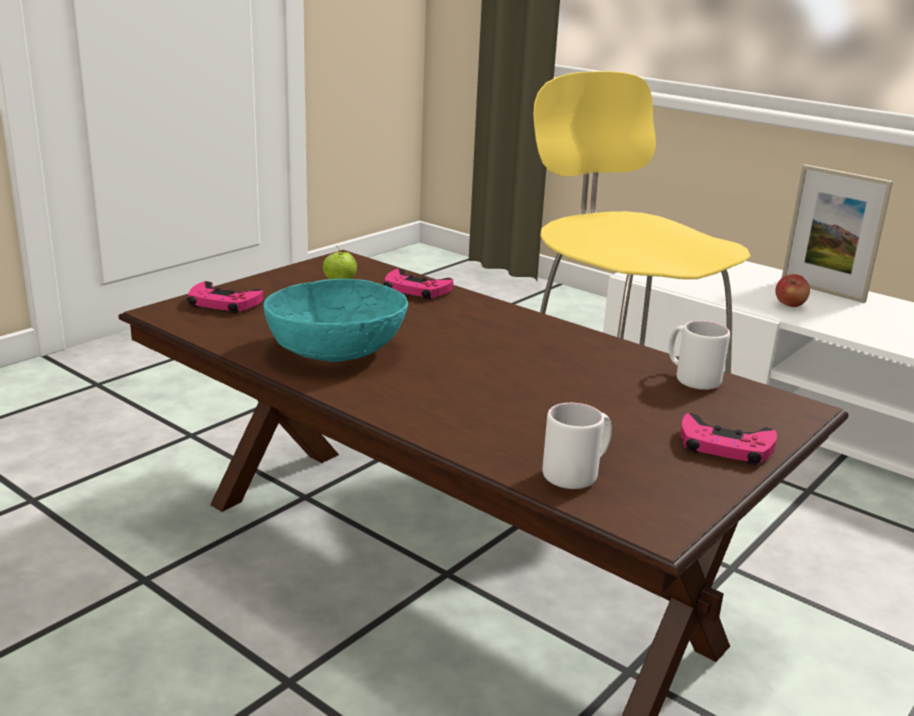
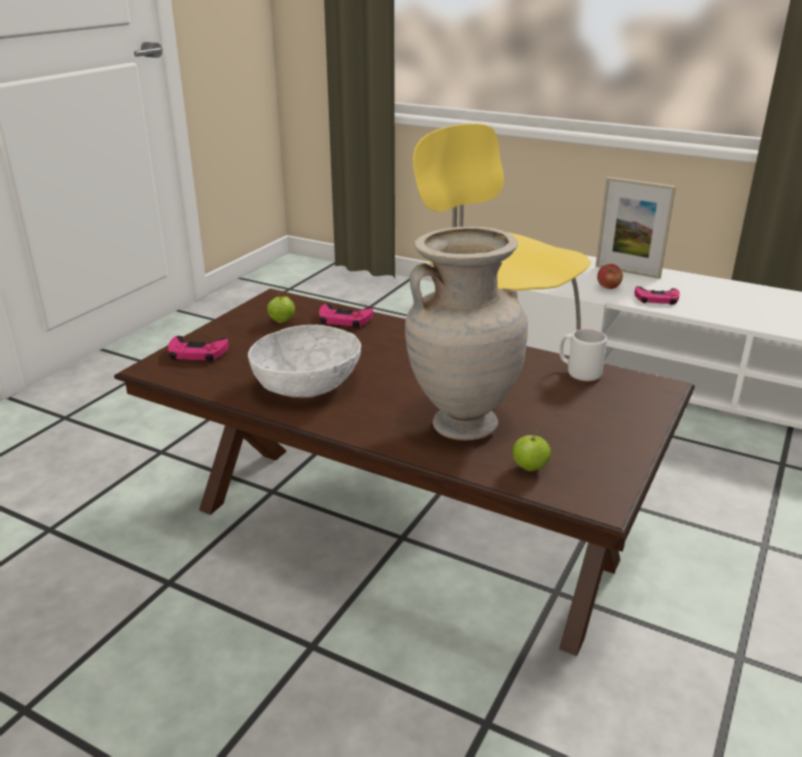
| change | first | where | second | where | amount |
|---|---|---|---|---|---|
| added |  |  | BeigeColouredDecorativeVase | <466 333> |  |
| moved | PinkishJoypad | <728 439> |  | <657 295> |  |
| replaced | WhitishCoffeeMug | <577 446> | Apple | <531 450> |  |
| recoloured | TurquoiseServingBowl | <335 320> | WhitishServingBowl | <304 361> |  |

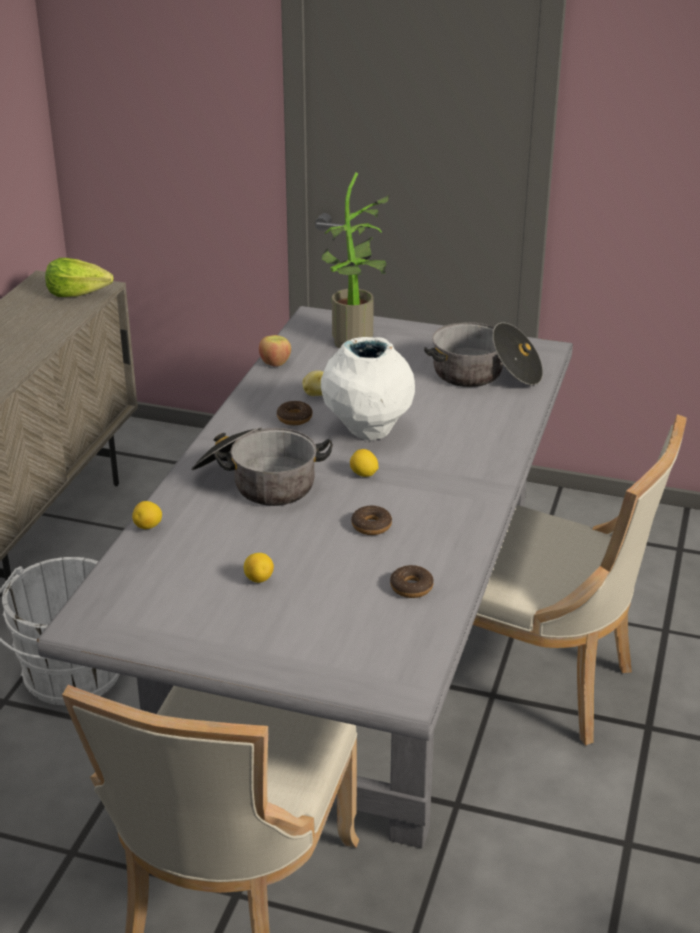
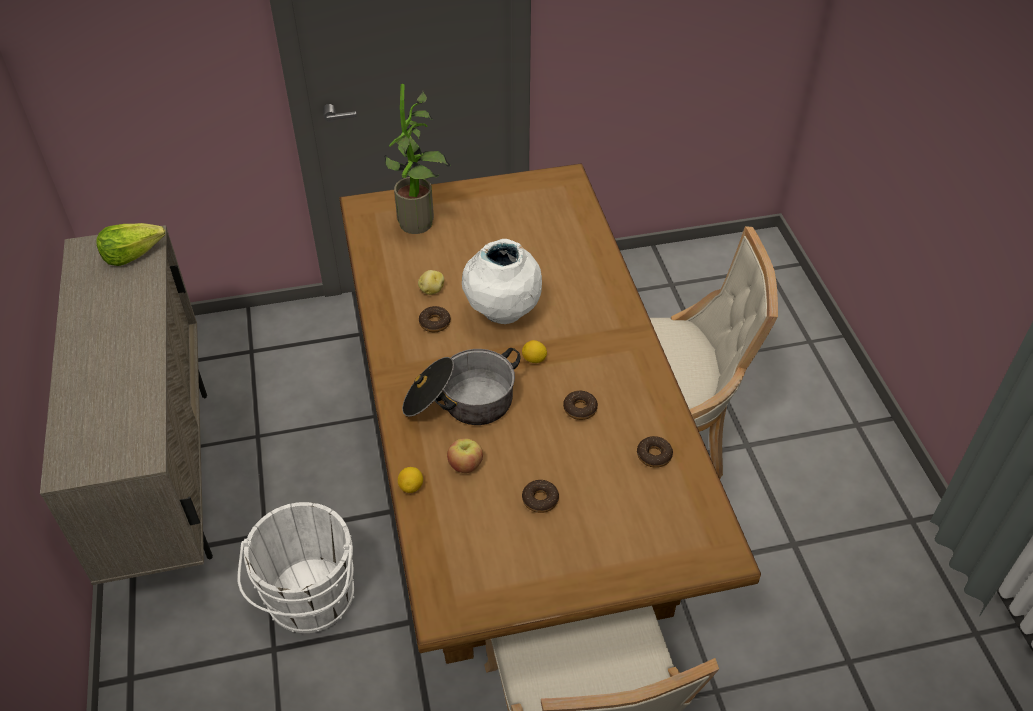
| change | first | where | second | where | amount |
|---|---|---|---|---|---|
| removed | CookingPot | <483 354> |  |  |  |
| moved | Apple | <275 351> |  | <465 455> |  |
| replaced | WholeLemon | <259 568> | Donut | <540 496> |  |
| recoloured | GreyDiningTable | <305 577> | BrownishDiningTable | <550 414> |  |

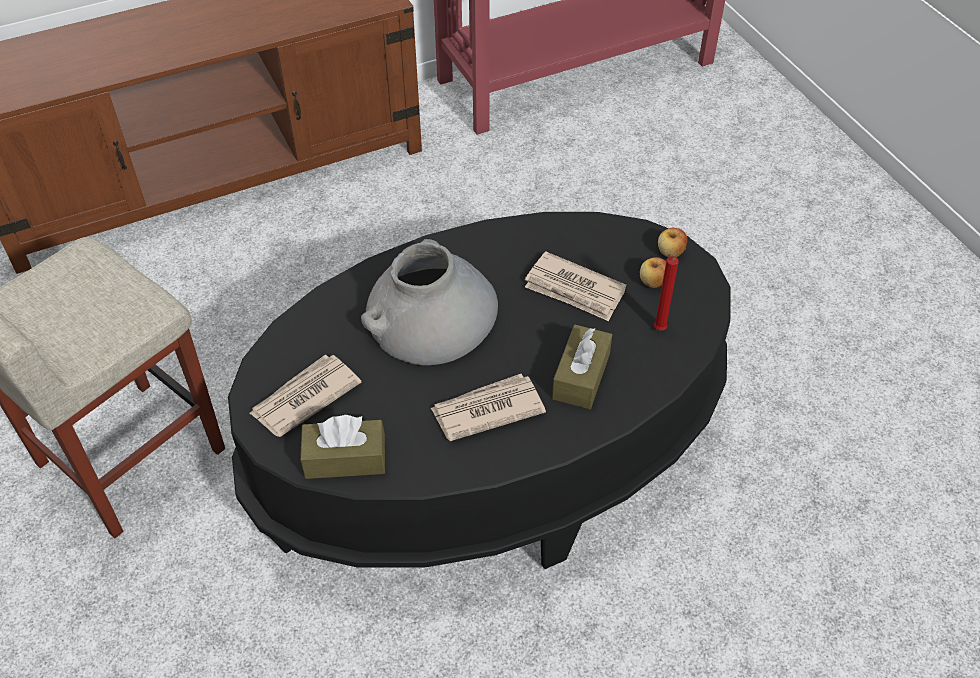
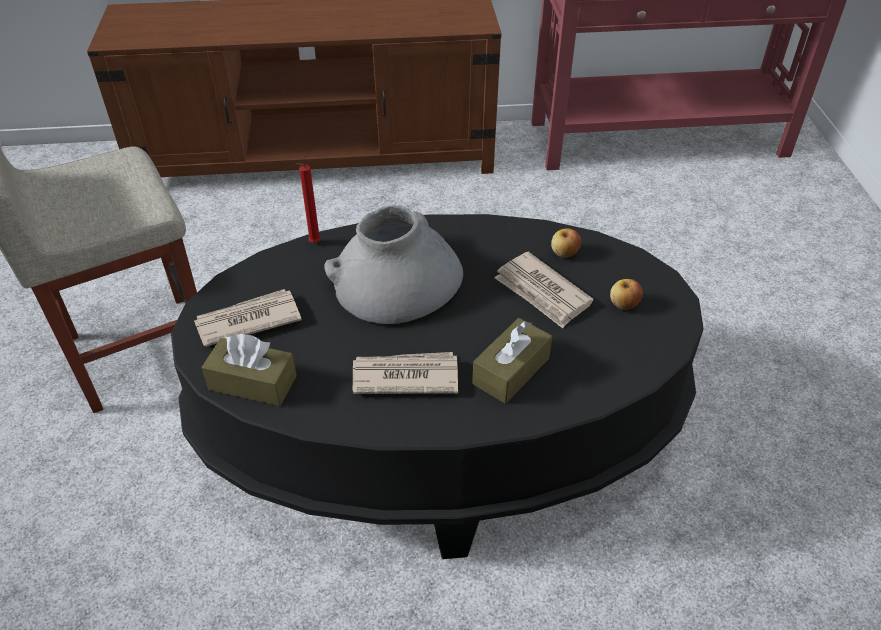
| change | first | where | second | where | amount |
|---|---|---|---|---|---|
| moved | RedColouredWaxCandle | <666 293> |  | <308 203> |  |
| moved | Apple | <673 242> |  | <566 243> |  |

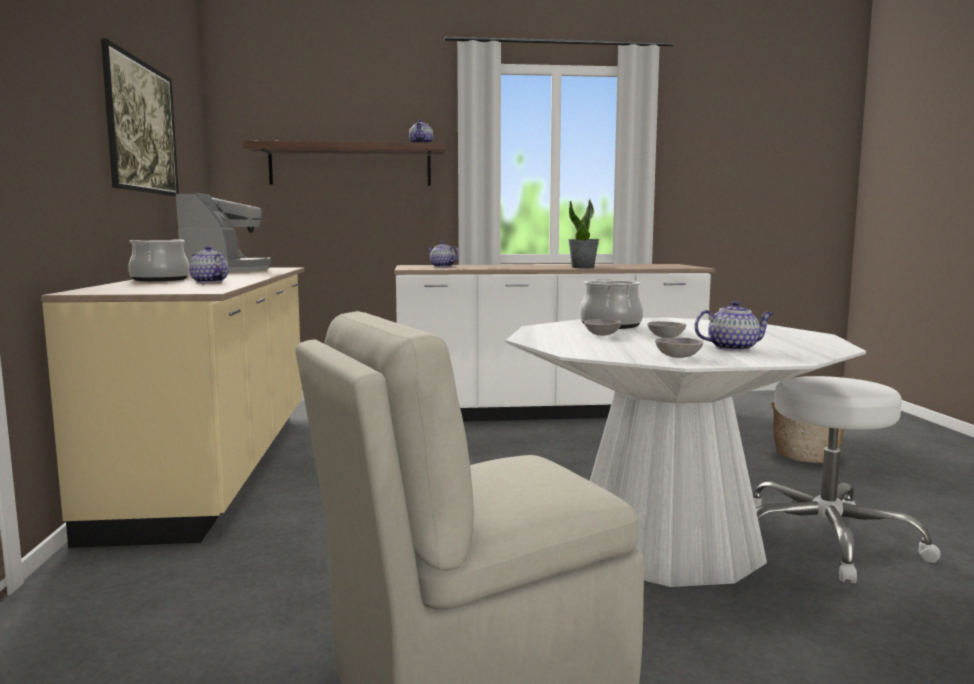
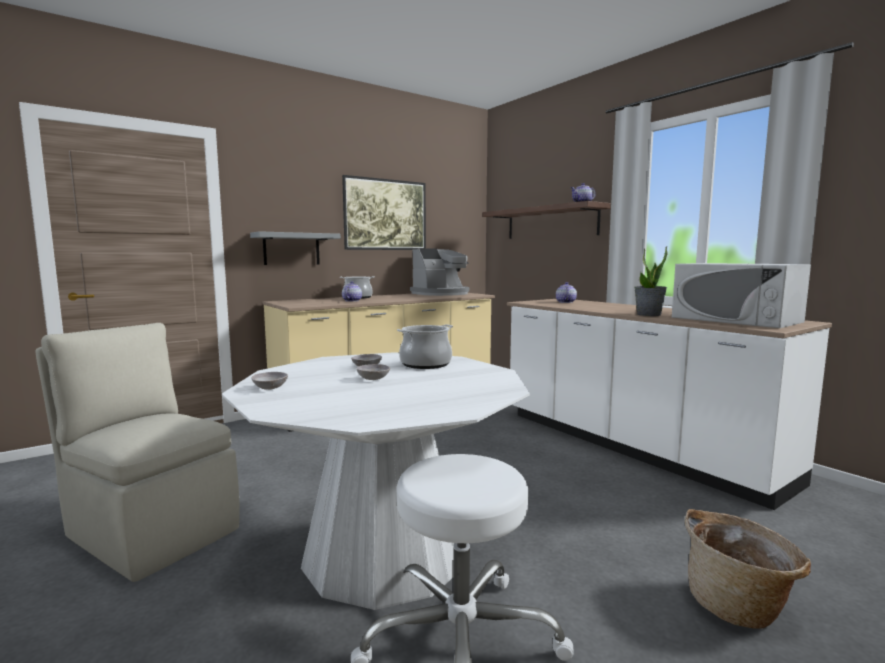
| change | first | where | second | where | amount |
|---|---|---|---|---|---|
| removed | PotForTea | <734 326> |  |  |  |
| added |  |  | GreyBracketShelf | <295 248> |  |
| added |  |  | WhitishKitchenMicrowave | <741 295> |  |

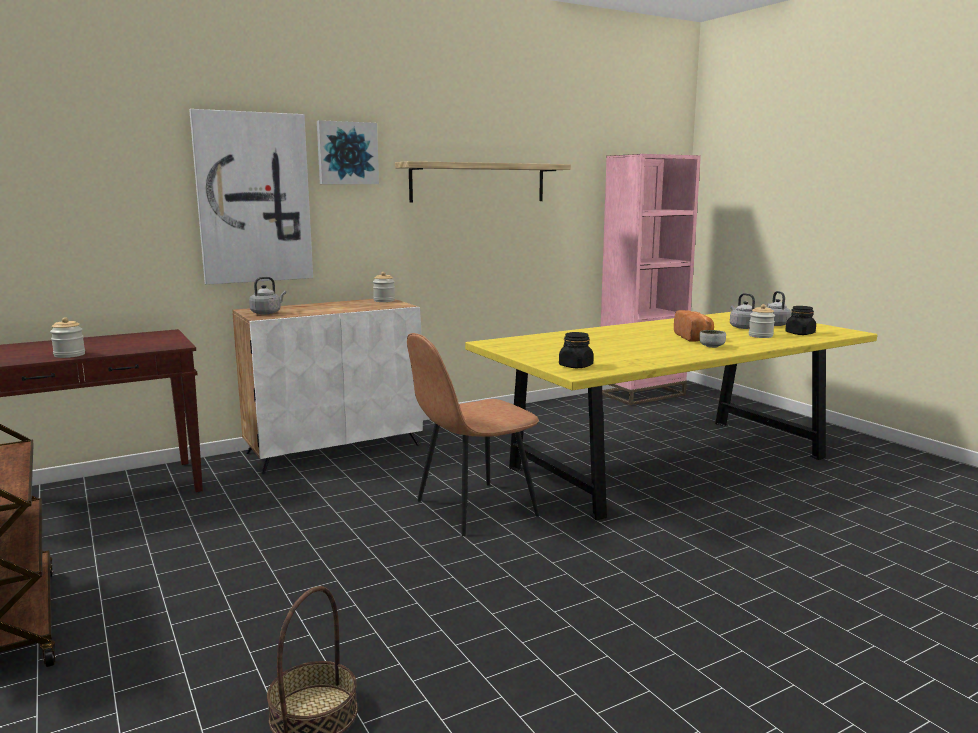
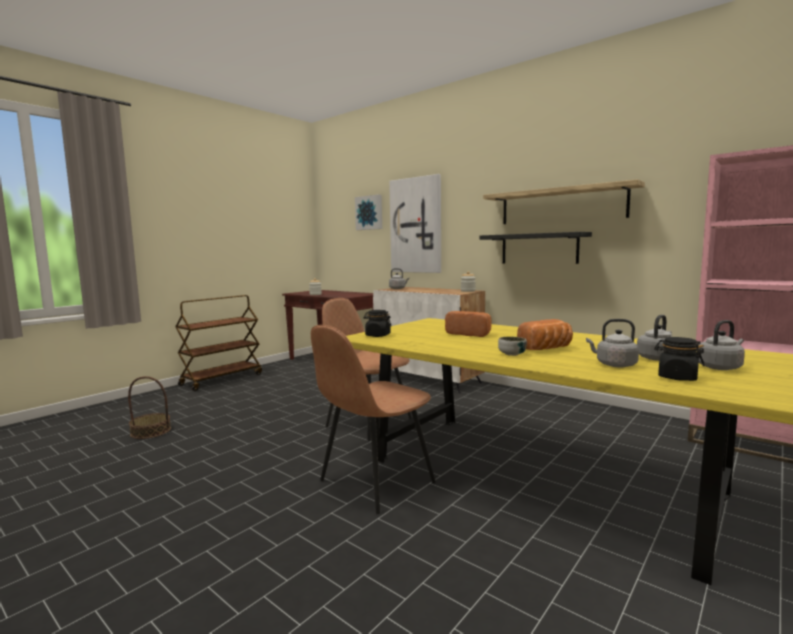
| change | first | where | second | where | amount |
|---|---|---|---|---|---|
| added |  |  | BrownishUprightChair | <373 419> |  |
| added |  |  | Bread | <468 324> |  |
| added |  |  | BlackishBracketShelf | <536 248> |  |
| moved | WallPicture | <348 152> |  | <368 212> |  |
| replaced | StorageJar | <761 321> | GreyTeaKettle | <612 343> |  |

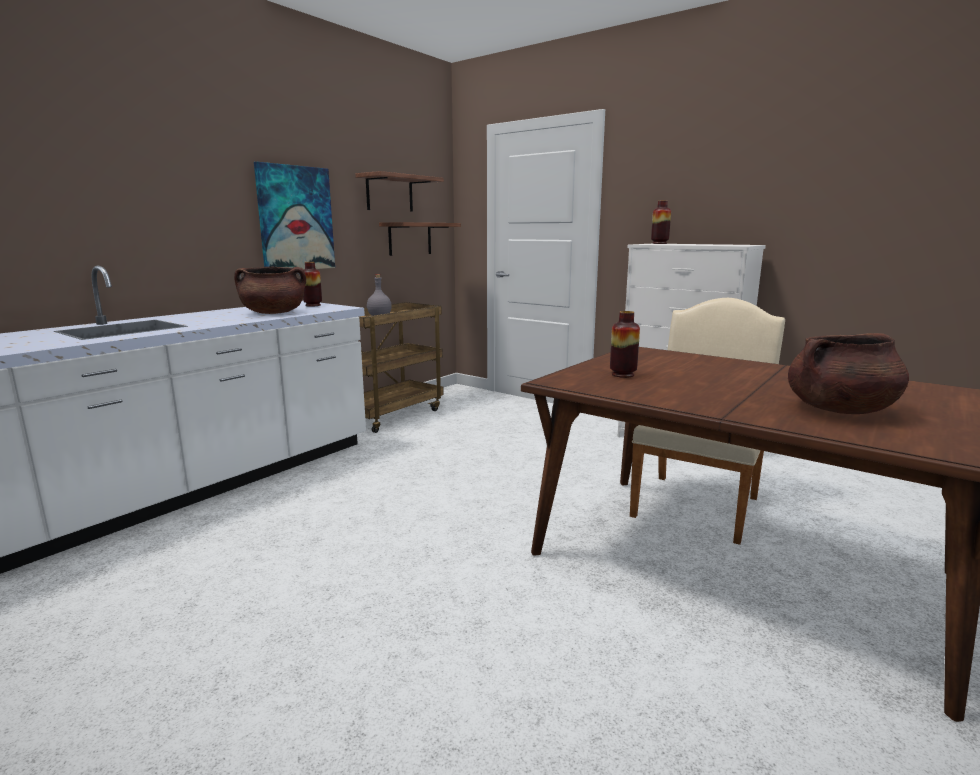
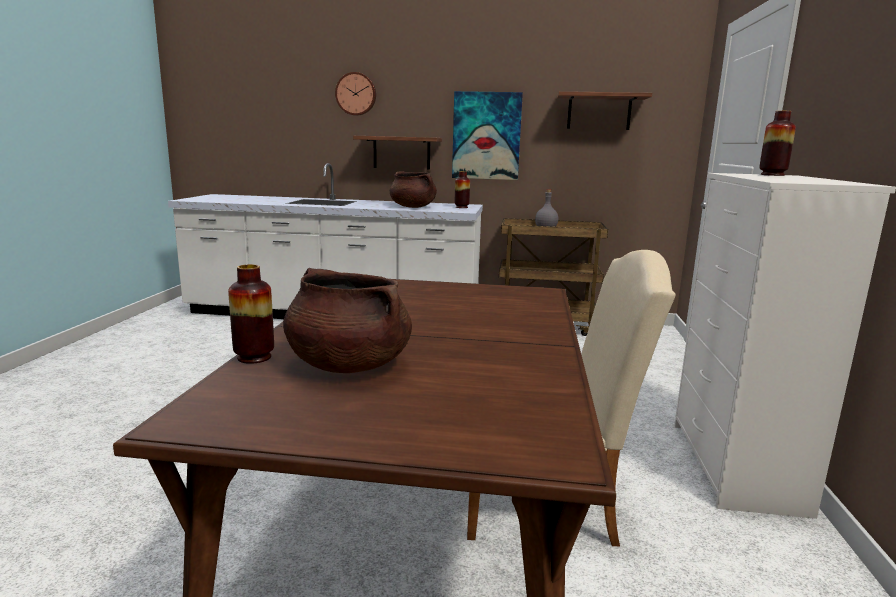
| change | first | where | second | where | amount |
|---|---|---|---|---|---|
| added |  |  | HangingClock | <355 94> |  |
| moved | BracketShelf | <420 239> |  | <397 153> |  |
| moved | DecorativeVase | <625 344> |  | <251 314> |  |

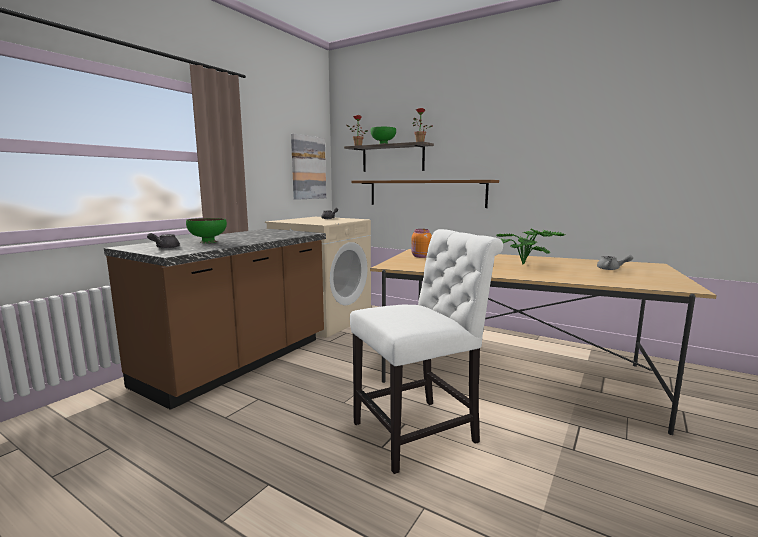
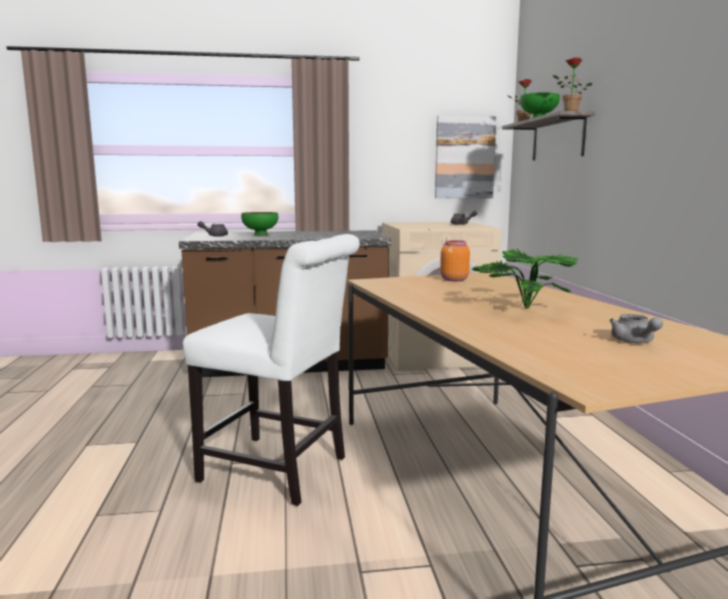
| change | first | where | second | where | amount |
|---|---|---|---|---|---|
| removed | BrownishBracketShelf | <425 194> |  |  |  |

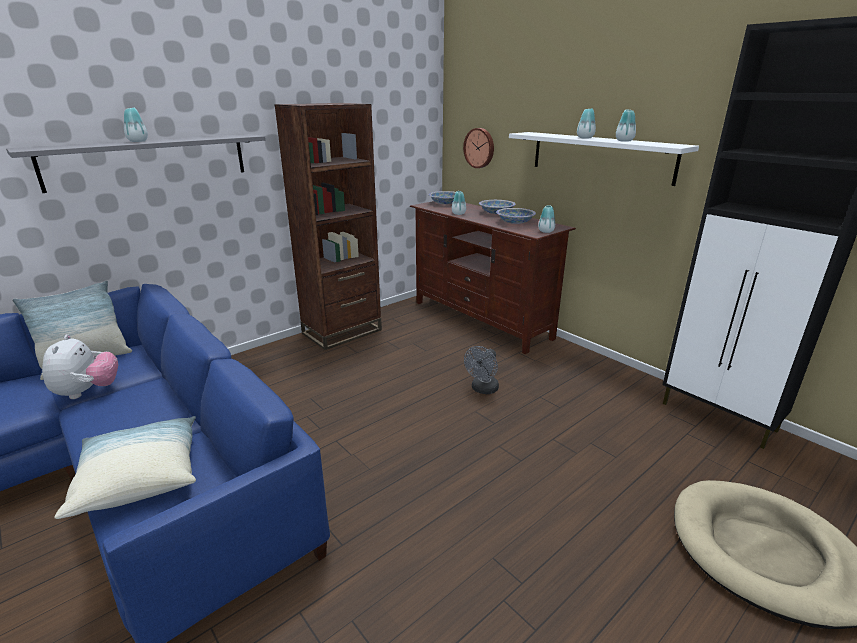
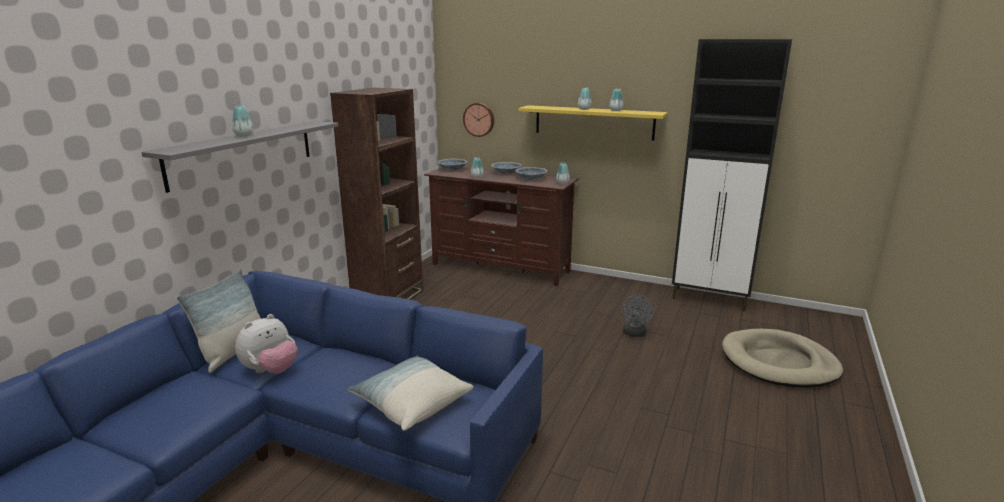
| change | first | where | second | where | amount |
|---|---|---|---|---|---|
| moved | GreyCoolingFan | <481 370> |  | <637 316> |  |
| recoloured | WhitishBracketShelf | <604 159> | YellowBracketShelf | <593 123> |  |
| turned | SoftToy | <80 366> |  | <266 344> | 75 degrees clockwise |

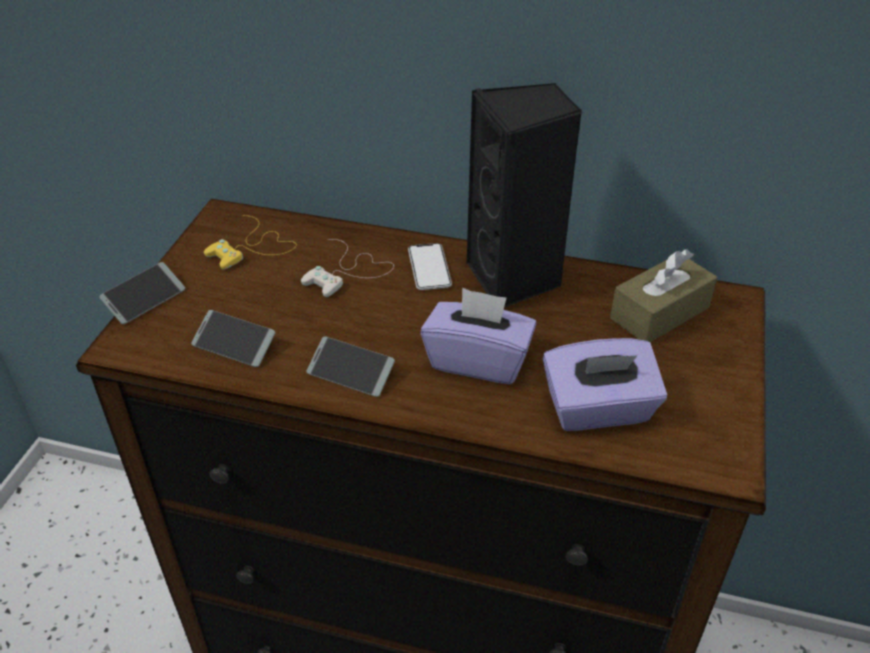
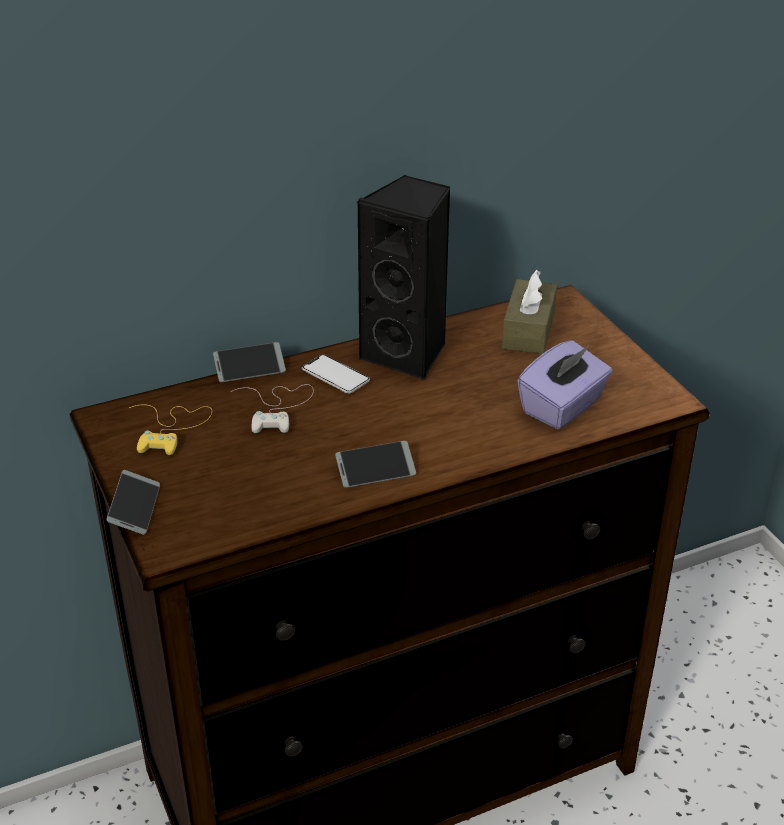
| change | first | where | second | where | amount |
|---|---|---|---|---|---|
| removed | PurplishBoxOfTissues | <478 336> |  |  |  |
| moved | Phone | <233 338> |  | <249 362> |  |

